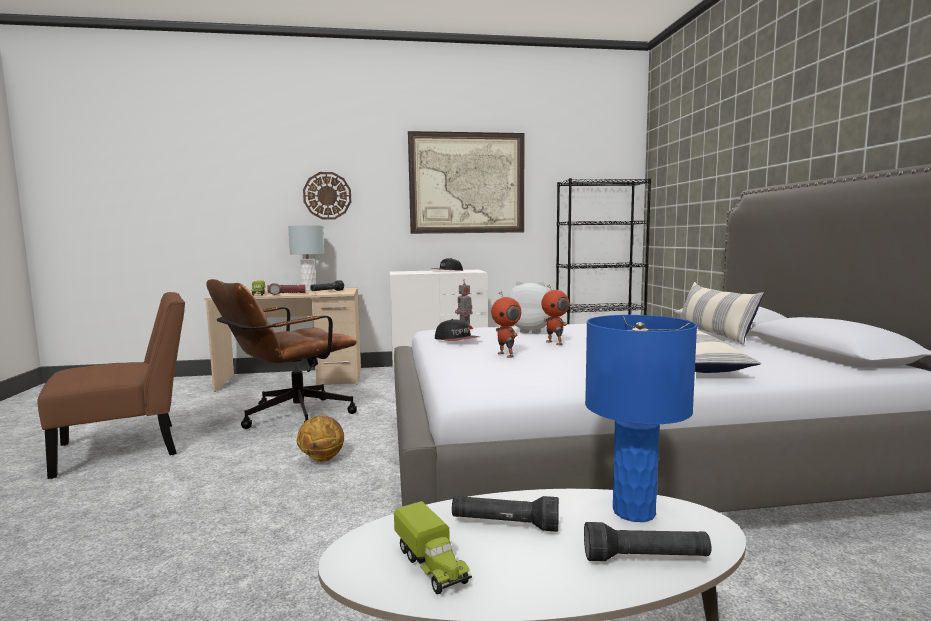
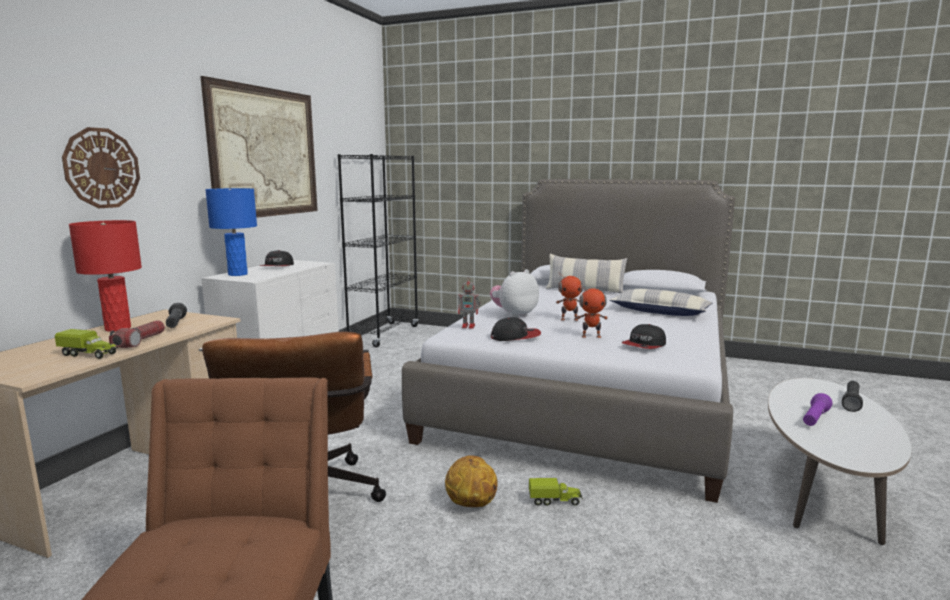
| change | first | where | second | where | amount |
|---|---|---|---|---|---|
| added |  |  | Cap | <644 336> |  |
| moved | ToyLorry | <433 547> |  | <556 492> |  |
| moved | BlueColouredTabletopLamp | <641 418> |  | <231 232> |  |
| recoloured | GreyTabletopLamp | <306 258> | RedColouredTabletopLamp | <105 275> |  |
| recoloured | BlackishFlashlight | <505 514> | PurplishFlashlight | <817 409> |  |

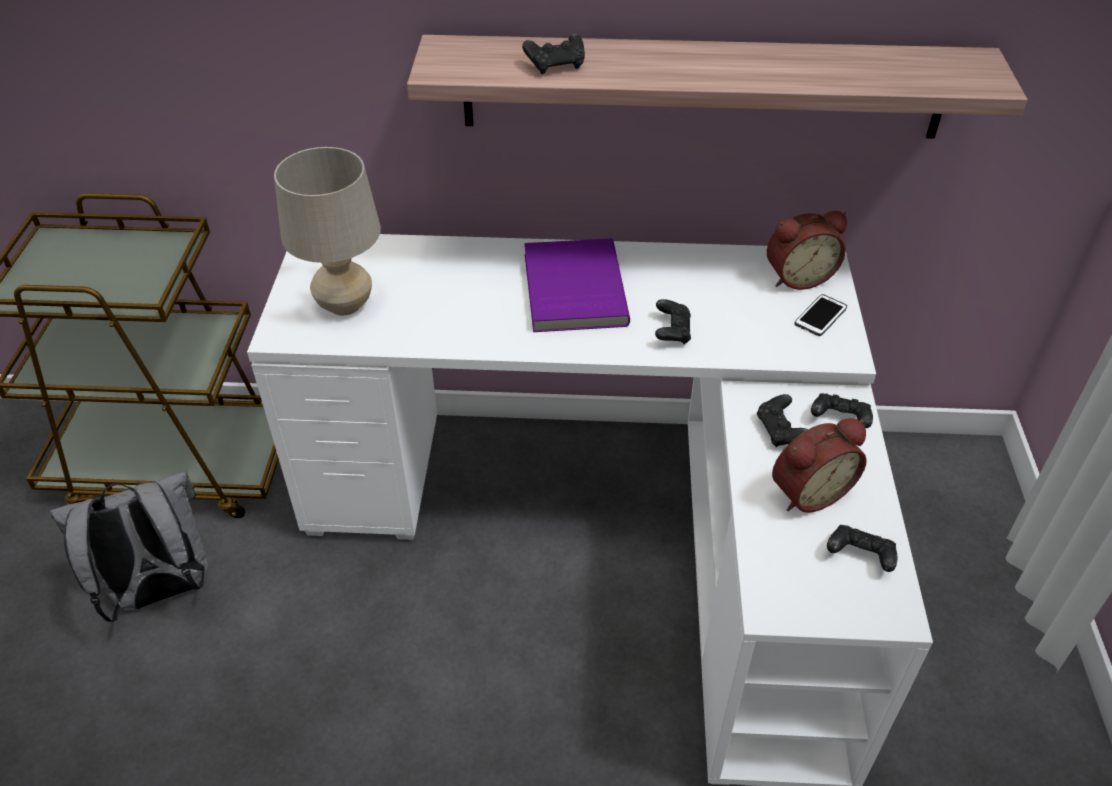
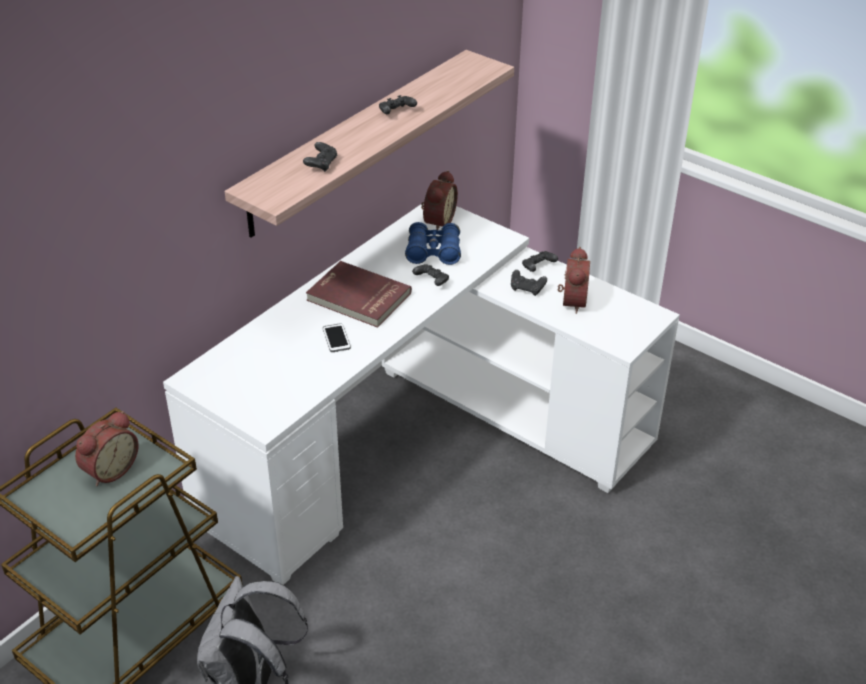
| change | first | where | second | where | amount |
|---|---|---|---|---|---|
| removed | BeigeColouredTabletopLamp | <327 231> |  |  |  |
| added |  |  | BedsideClock | <107 448> |  |
| added |  |  | BlueColouredBinoculars | <433 243> |  |
| moved | Phone | <820 315> |  | <337 337> |  |
| moved | BlackishJoypad | <862 548> |  | <398 104> |  |
| recoloured | PurplishBoundBook | <577 285> | RedColouredBoundBook | <359 294> |  |

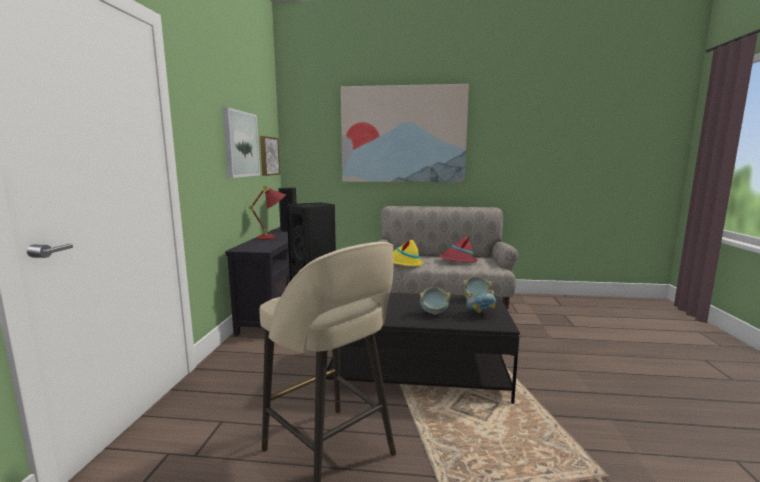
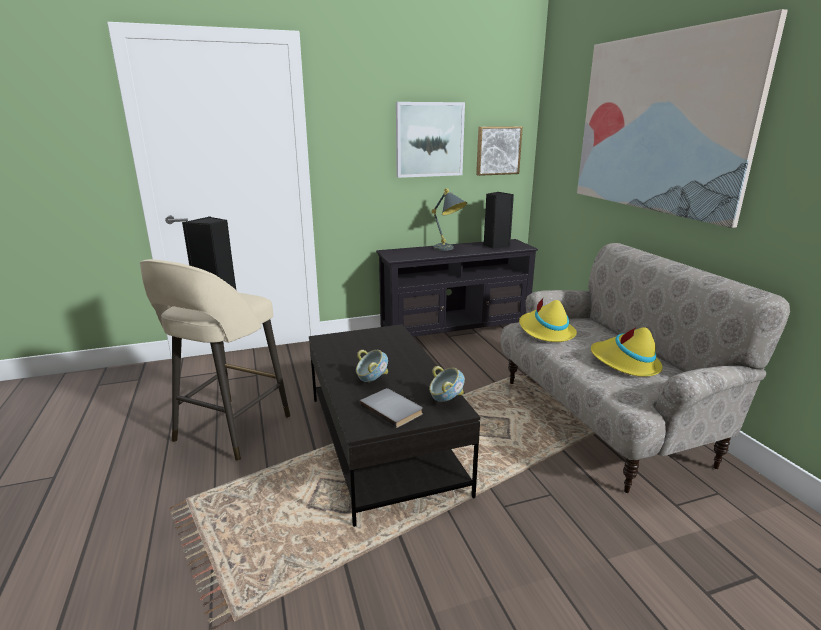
| change | first | where | second | where | amount |
|---|---|---|---|---|---|
| replaced | ServingBowl | <480 301> | GreyBoundBook | <391 408> |  |
| recoloured | RedColouredTabletopLamp | <267 213> | GreyTabletopLamp | <449 220> |  |
| recoloured | RedColouredWearableHat | <458 249> | YellowWearableHat | <627 352> |  |

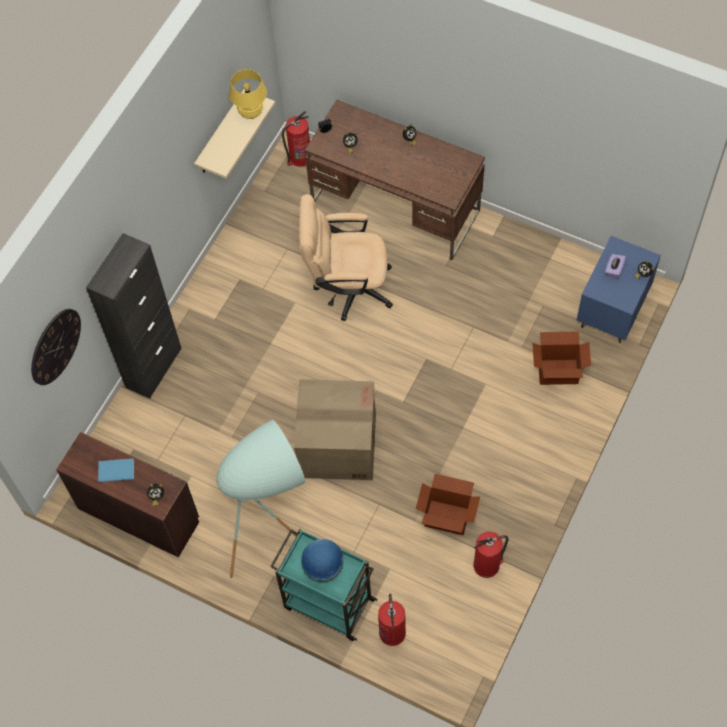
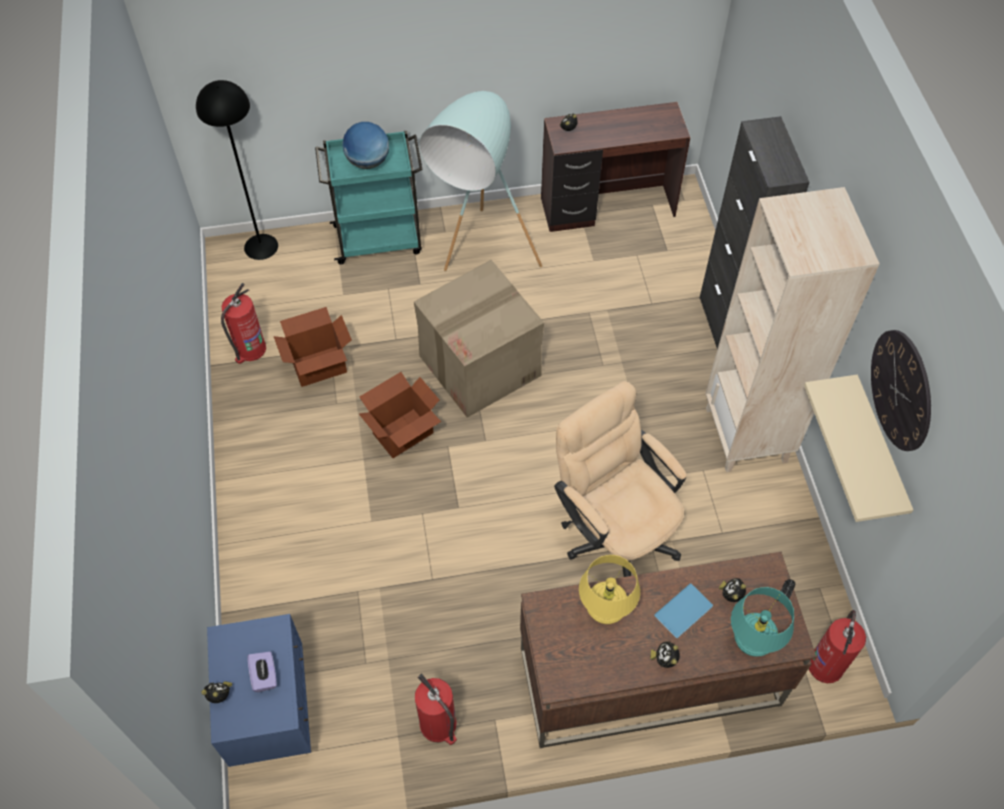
| change | first | where | second | where | amount |
|---|---|---|---|---|---|
| added |  |  | BlackishFloorLamp | <237 170> |  |
| added |  |  | BeigeColouredBookshelf | <792 329> |  |
| added |  |  | TurquoiseTabletopLamp | <762 622> |  |
| moved | HangingClock | <56 347> |  | <901 390> |  |
| moved | BlueColouredBoundBook | <116 470> |  | <683 610> |  |
| moved | YellowTabletopLamp | <248 94> |  | <609 589> |  |
| moved | FireFightingCylinder | <392 620> |  | <436 709> |  |
| moved | Carton | <561 358> |  | <400 415> |  |
| turned | BeigeColouredOfficeChair | <346 257> |  | <620 479> | 90 degrees counterclockwise |

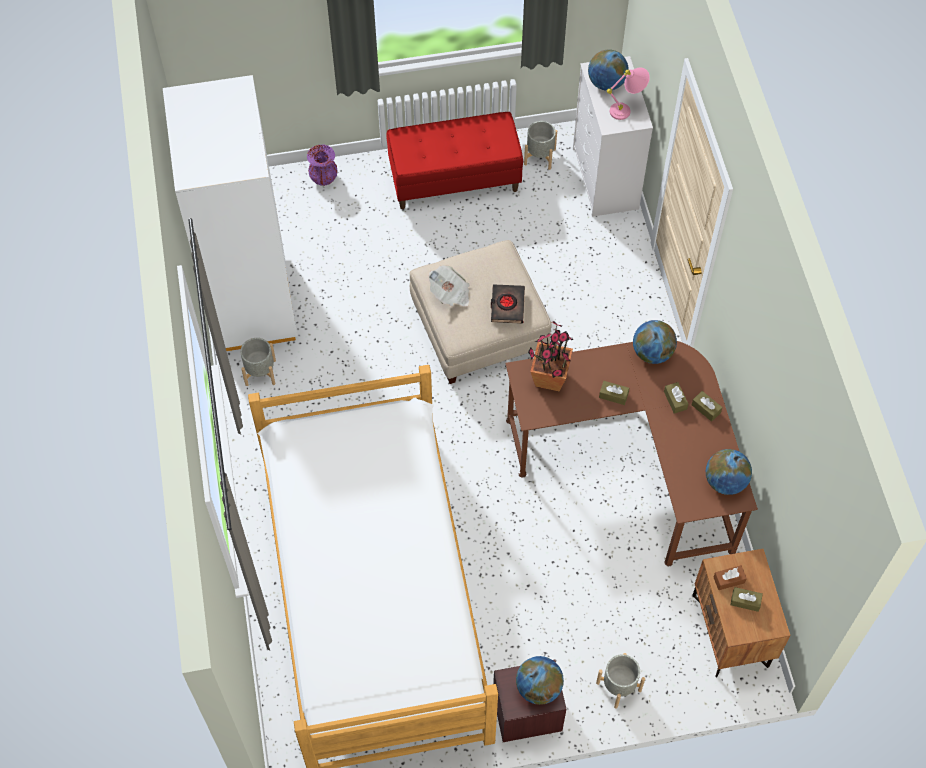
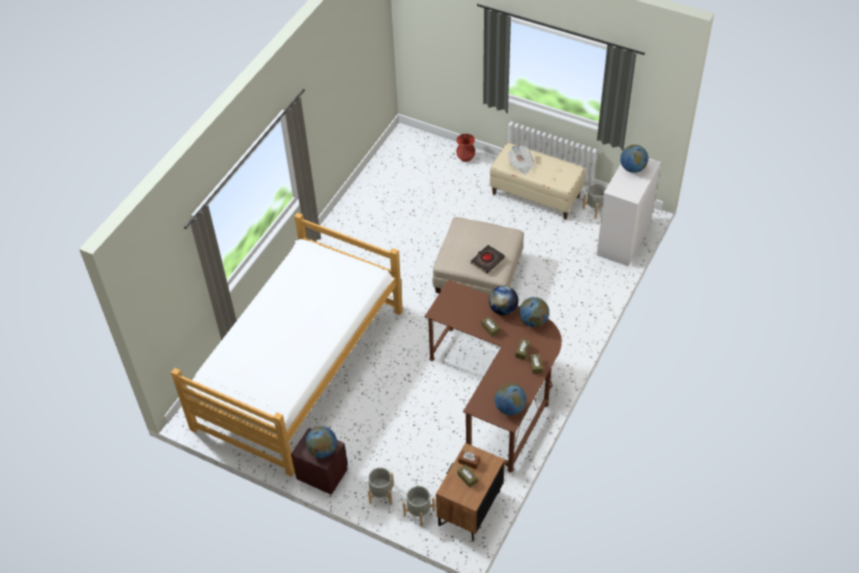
| change | first | where | second | where | amount |
|---|---|---|---|---|---|
| removed | WhitishArmoire | <230 213> |  |  |  |
| removed | Houseplant | <551 356> |  |  |  |
| removed | PinkishTabletopLamp | <628 94> |  |  |  |
| added |  |  | WorldGlobe | <503 300> |  |
| moved | GreyPlantPot | <258 362> |  | <419 506> |  |
| moved | Newspaper | <449 286> |  | <521 160> |  |
| recoloured | PurplishDecorativeVase | <322 165> | RedColouredDecorativeVase | <465 148> |  |
| recoloured | RedColouredLongSeat | <454 160> | BeigeColouredLongSeat | <537 181> |  |

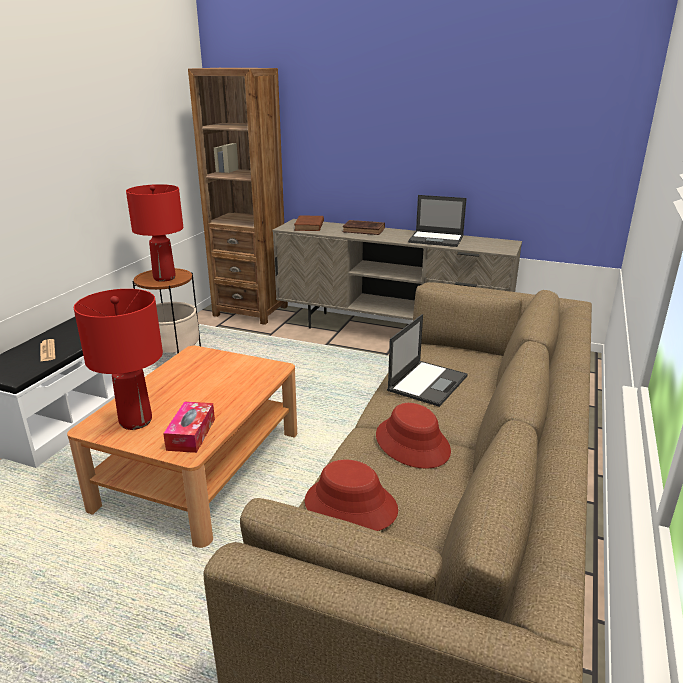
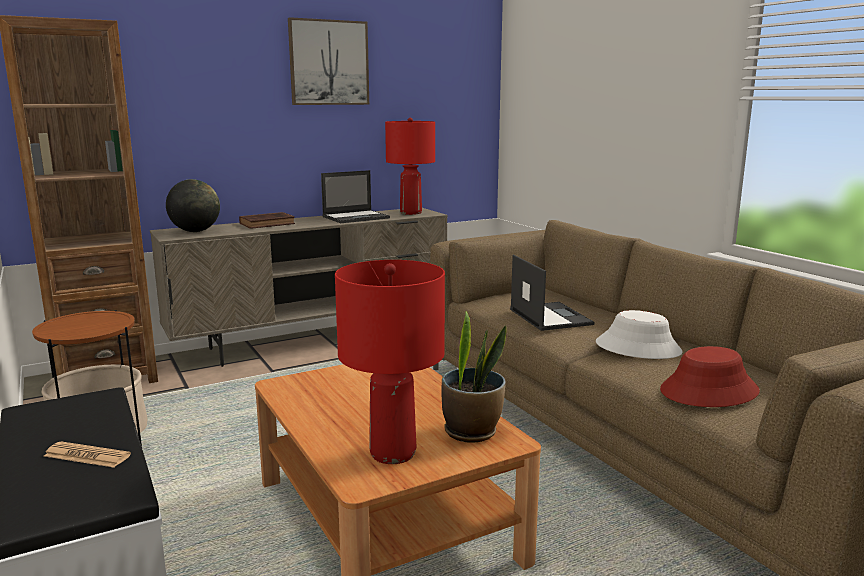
| change | first | where | second | where | amount |
|---|---|---|---|---|---|
| added |  |  | WallPicture | <328 61> |  |
| moved | RedColouredTabletopLamp | <154 233> |  | <410 166> |  |
| replaced | BoxOfTissues | <189 427> | Houseplant | <474 377> |  |
| replaced | BrownishBoundBook | <309 223> | WorldGlobe | <193 205> |  |
| recoloured | RedColouredWearableHat | <413 436> | WhitishWearableHat | <639 334> |  |

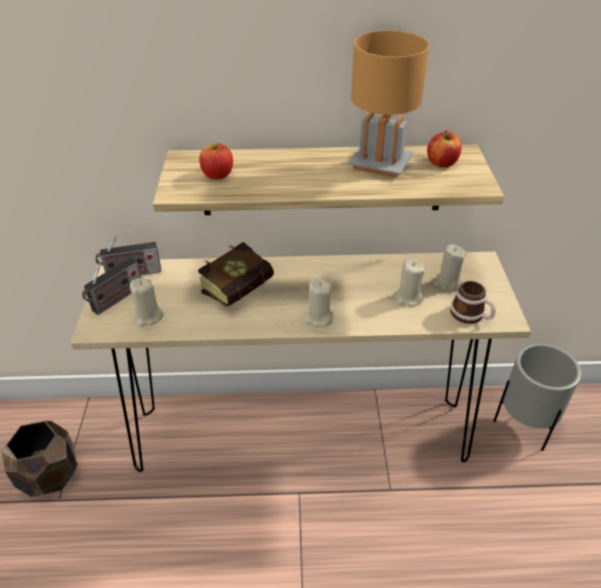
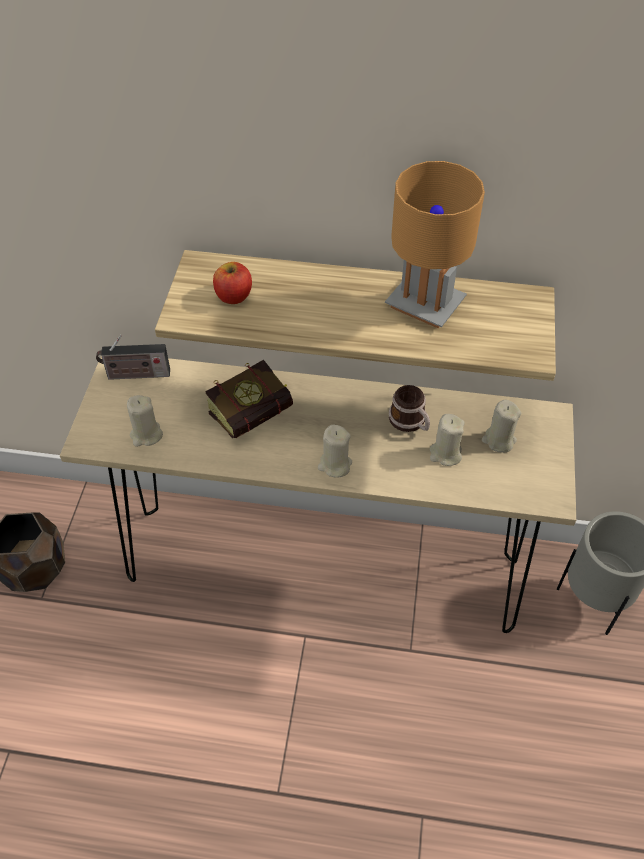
| change | first | where | second | where | amount |
|---|---|---|---|---|---|
| removed | RadioSet | <111 286> |  |  |  |
| removed | Apple | <444 148> |  |  |  |
| moved | CoffeeMug | <473 302> |  | <409 408> |  |

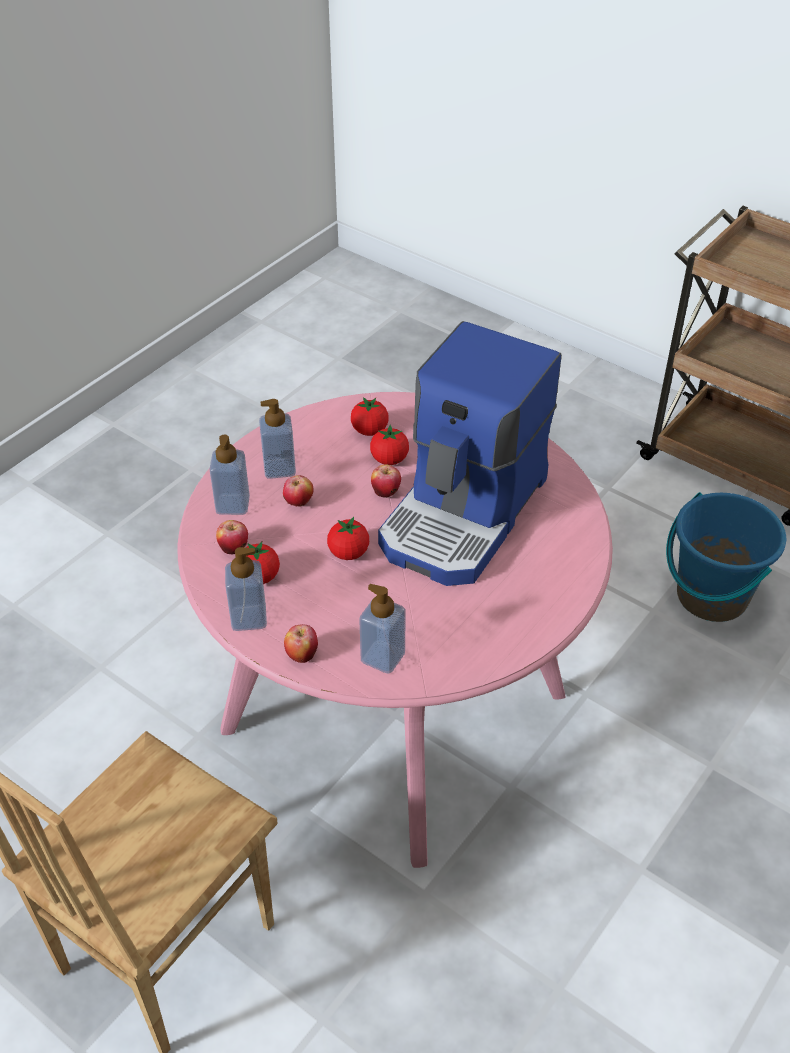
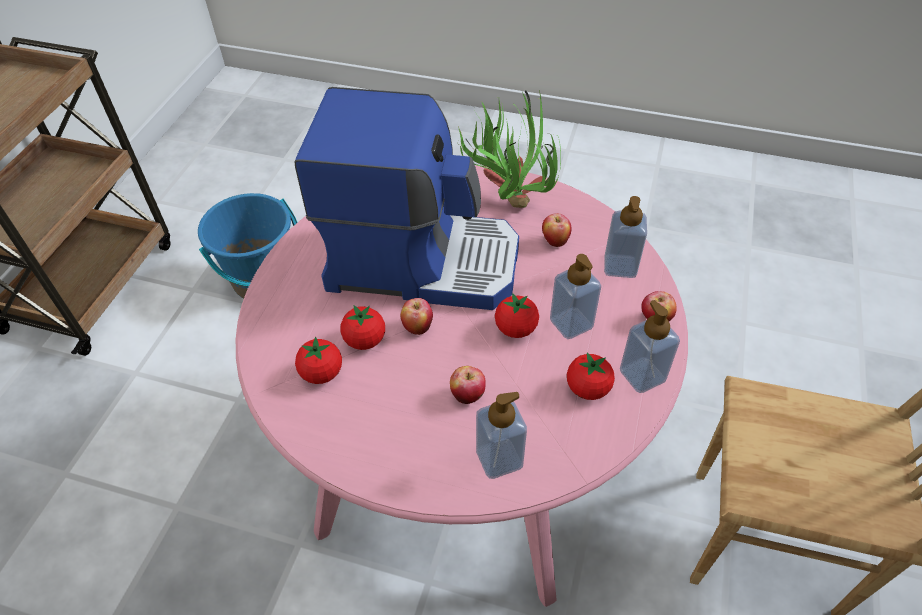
| change | first | where | second | where | amount |
|---|---|---|---|---|---|
| added |  |  | Houseplant | <509 149> |  |
| moved | Apple | <232 537> |  | <556 230> |  |
| moved | SoapBottle | <277 439> |  | <575 296> |  |

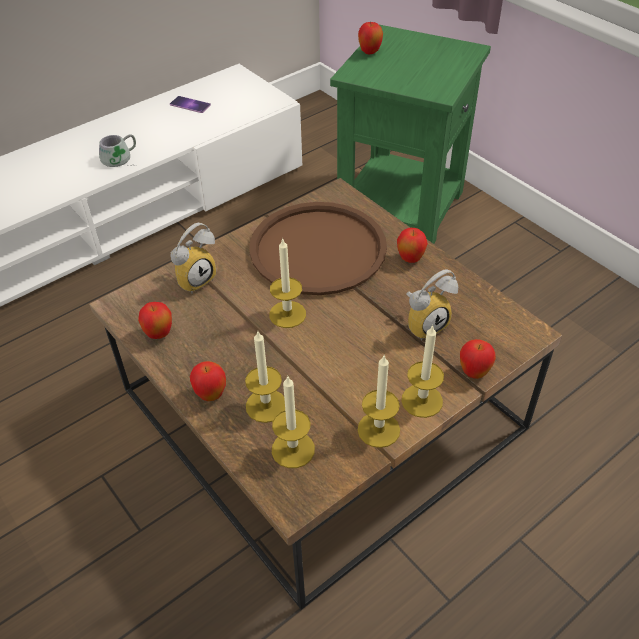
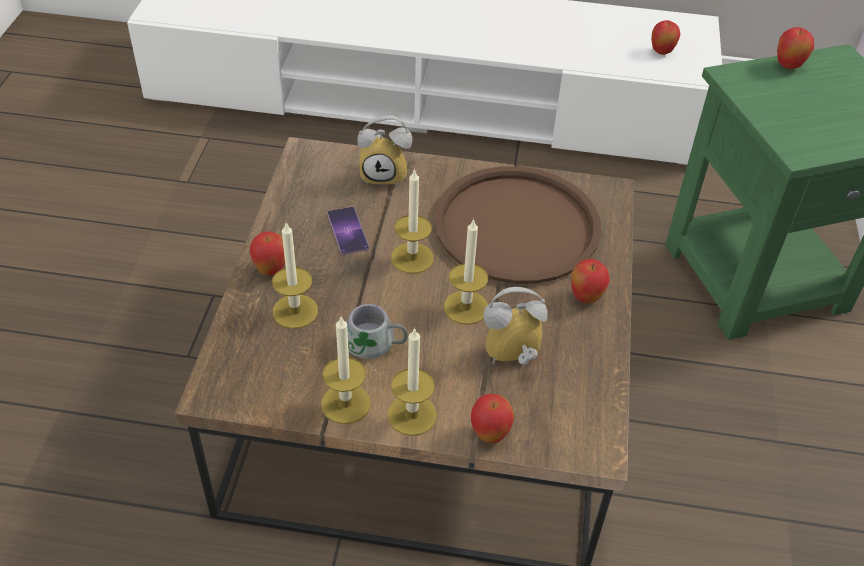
| change | first | where | second | where | amount |
|---|---|---|---|---|---|
| moved | GreyCoffeeMug | <117 150> |  | <377 338> |  |
| moved | Apple | <155 320> |  | <665 37> |  |
| moved | Phone | <190 104> |  | <348 231> |  |
| moved | WaxCandle | <293 421> |  | <466 271> |  |
| turned | BedsideClock | <432 304> |  | <515 326> | 150 degrees clockwise |

